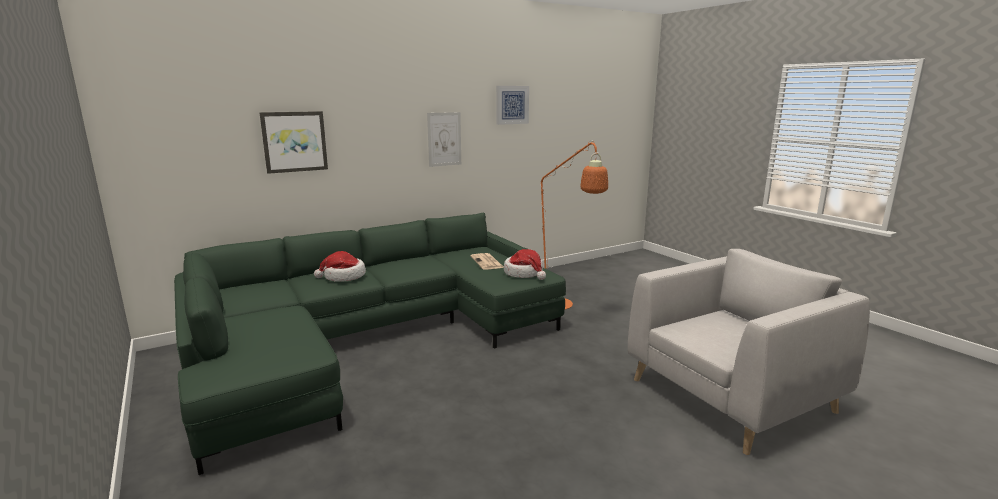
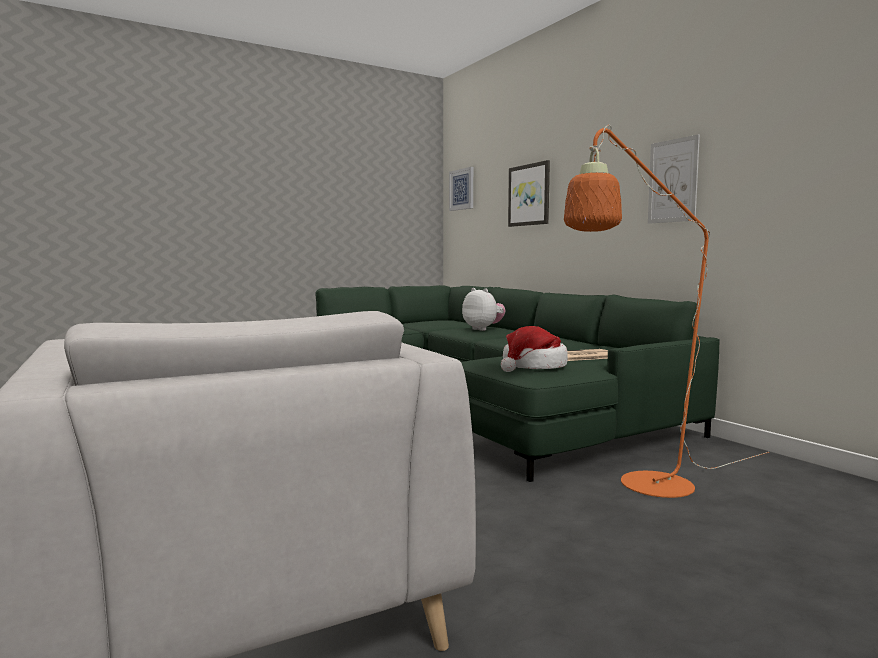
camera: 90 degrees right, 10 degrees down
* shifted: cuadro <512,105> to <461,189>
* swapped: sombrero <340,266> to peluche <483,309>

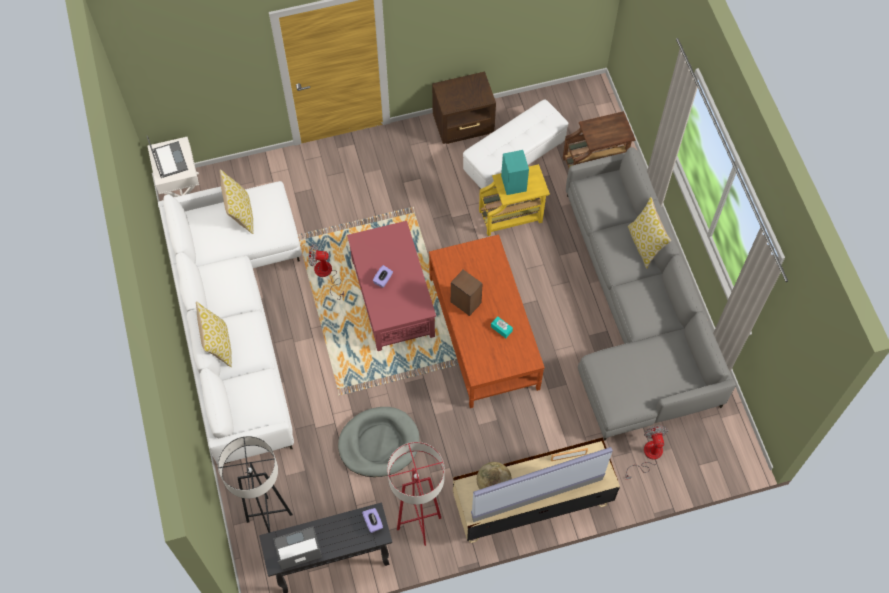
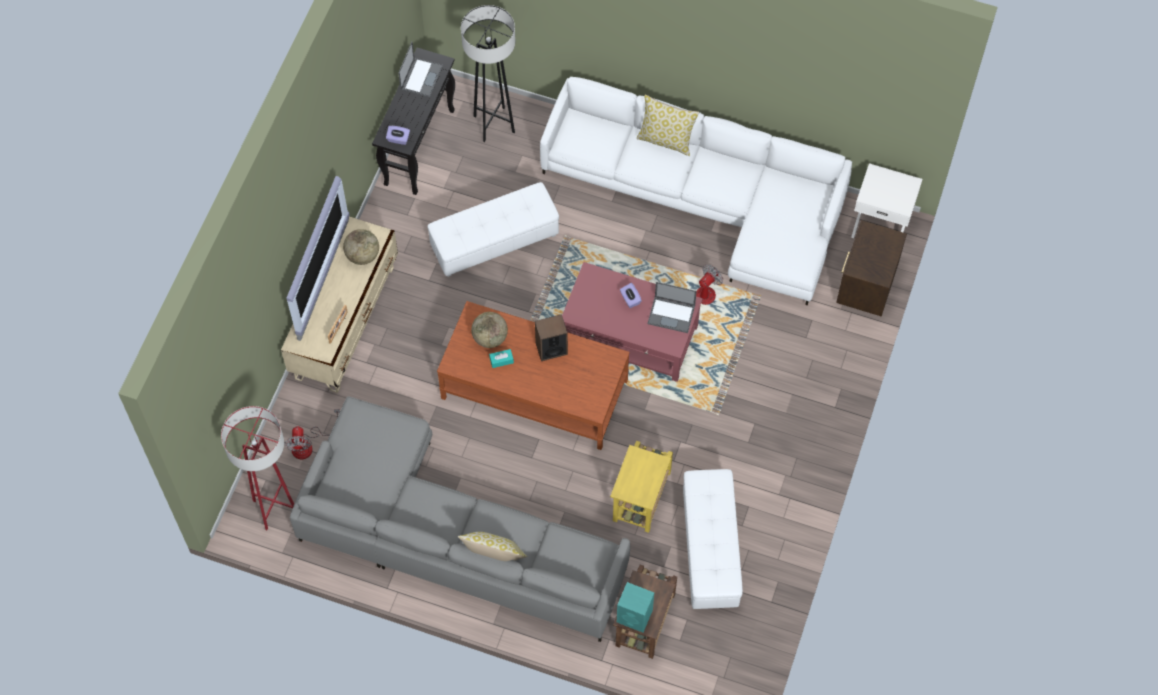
camera: 125 degrees right, 0 degrees up
* gone: cojín <237,201>
* new: globo terráqueo <489,330>
* shifted: portátil <167,157> to <672,307>
* shifted: lámpara de pie/rojo <416,494> to <257,468>
* shifted: mesita de noche/marrón <464,108> to <871,268>
* shifted: altavoz/turquesa <515,172> to <635,607>
* swapped: cama para perro/gris <379,442> to puf/blanco <493,229>
* rotated: ventilador <647,452> = <312,434> 60 degrees clockwise

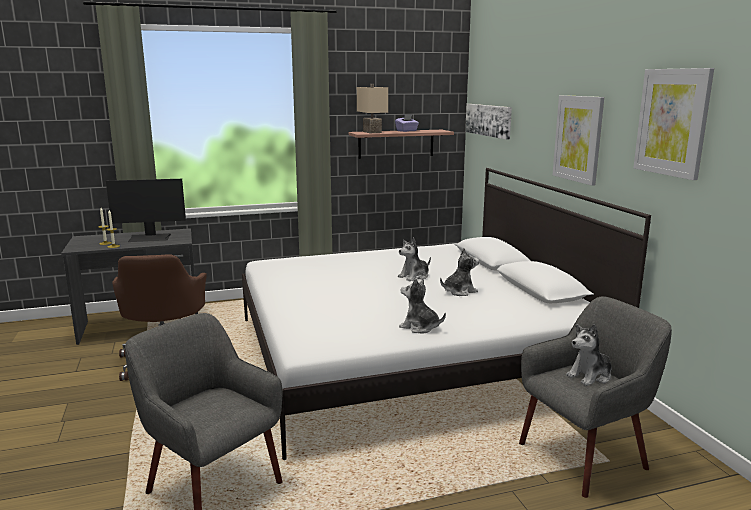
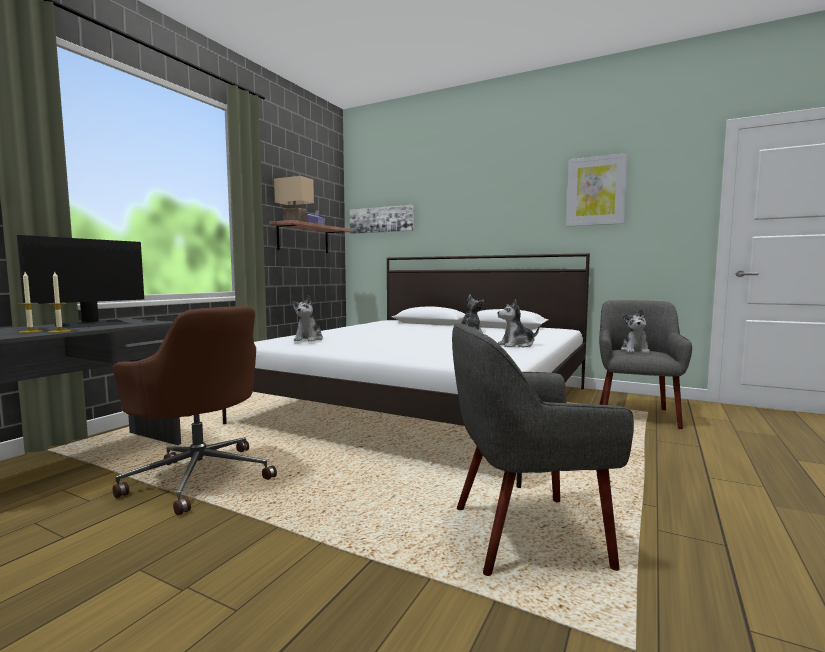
camera: 45 degrees left, 10 degrees down
* gone: cuadro <578,140>
* shifted: peluche <414,259> to <307,318>

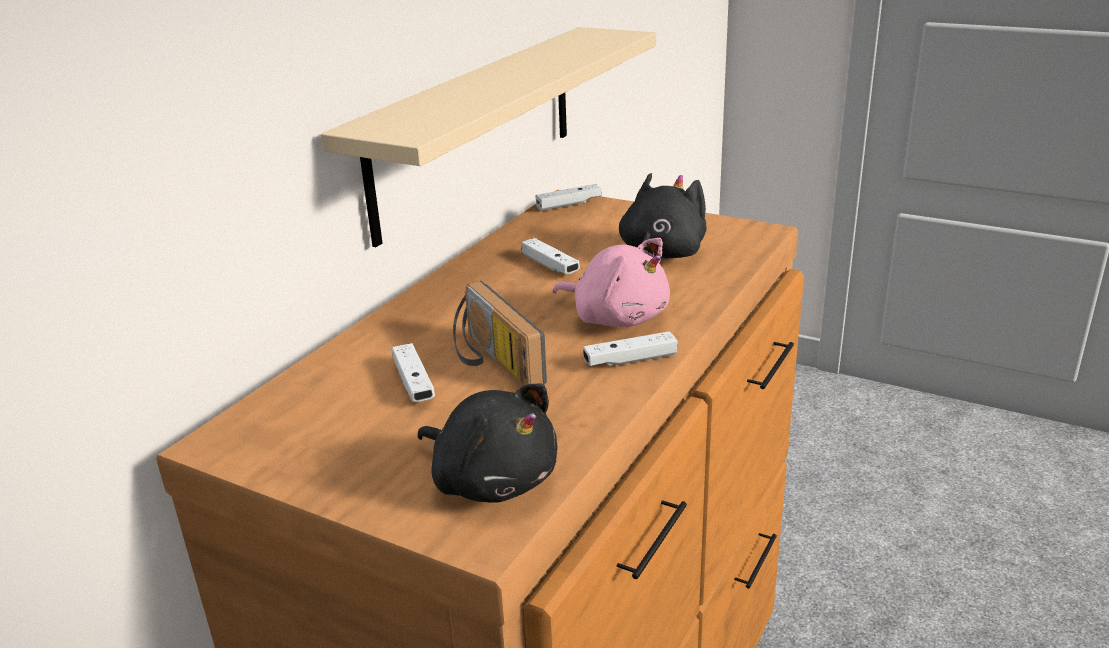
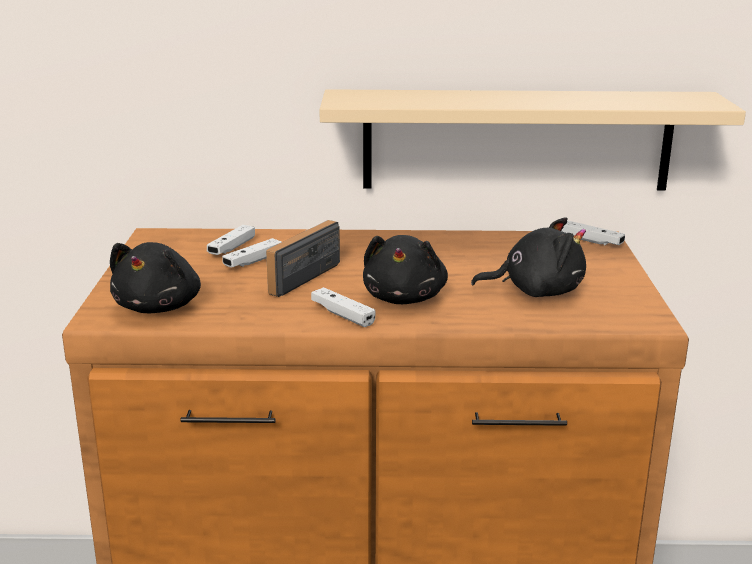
camera: 60 degrees right, 5 degrees down
* shifted: mando de consola/blanco <550,256> to <231,240>
* repainted: peluche/rosa <611,282> to peluche/negro <405,269>

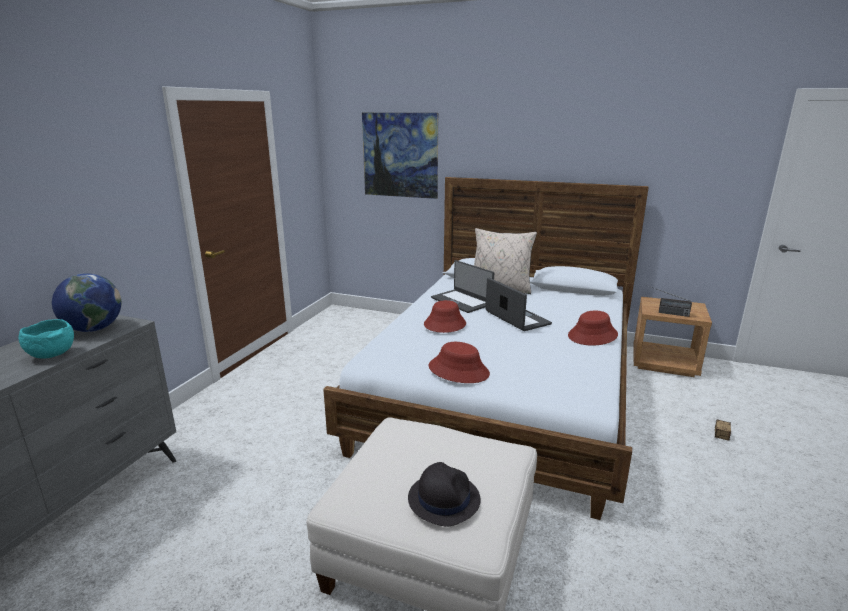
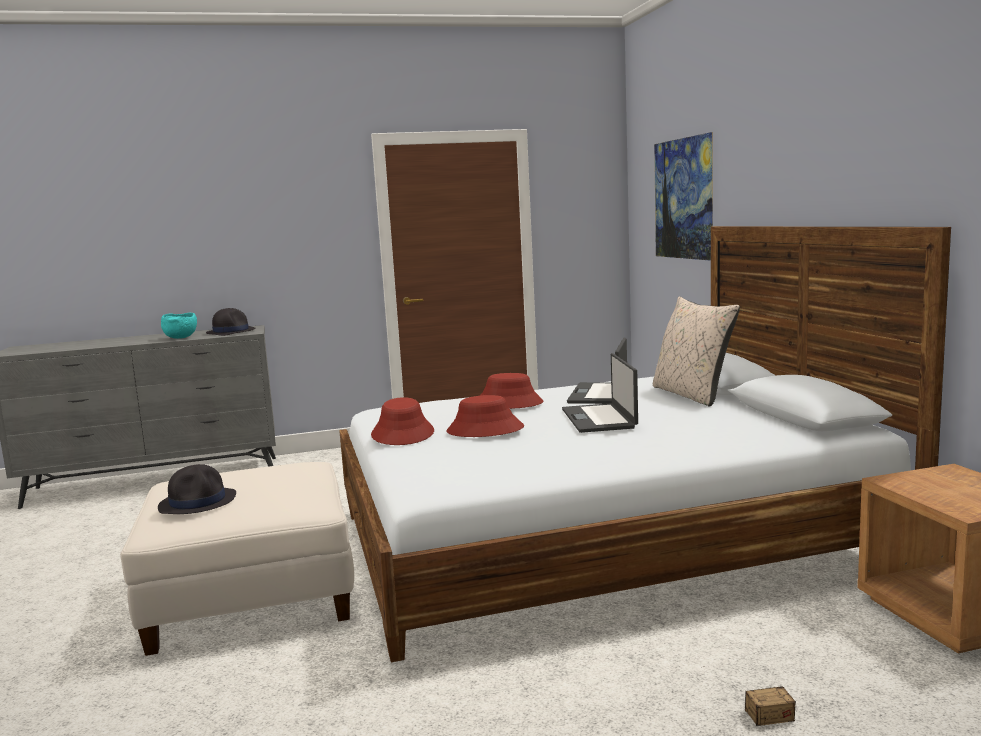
camera: 55 degrees right, 10 degrees down
* gone: radio <669,301>
* shifted: sombrero/rojo <593,328> to <485,416>
* swapped: globo terráqueo <86,302> to sombrero/negro <231,322>
* rotated: portátil <518,304> = <600,393> 150 degrees clockwise

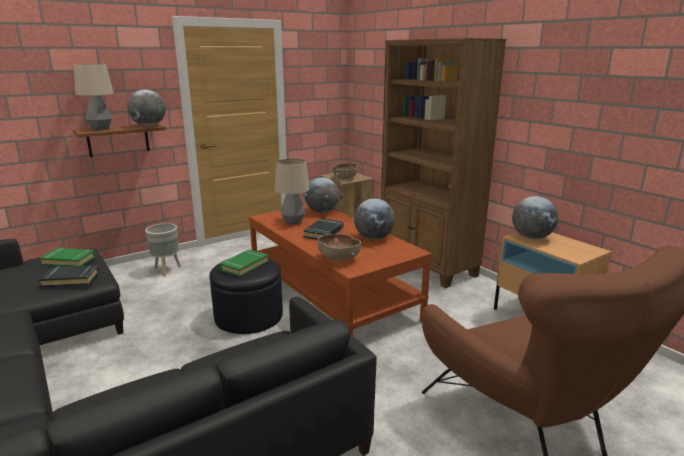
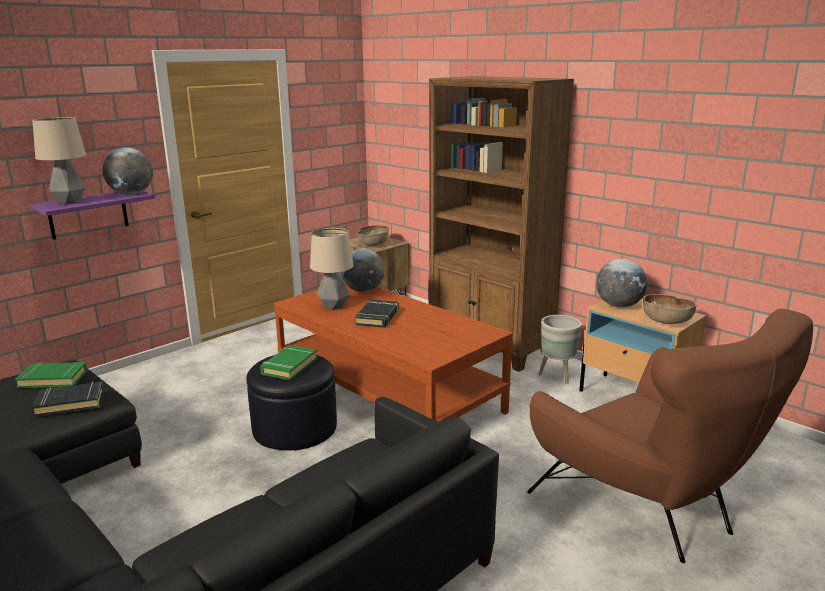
camera: 10 degrees left, 0 degrees up
* gone: globo terráqueo <374,219>
* shifted: maceta/gris <163,249> to <560,349>
* shifted: cuenco/marrón <339,247> to <670,309>
* repainted: estante/marrón <119,140> to estante/morado <92,215>

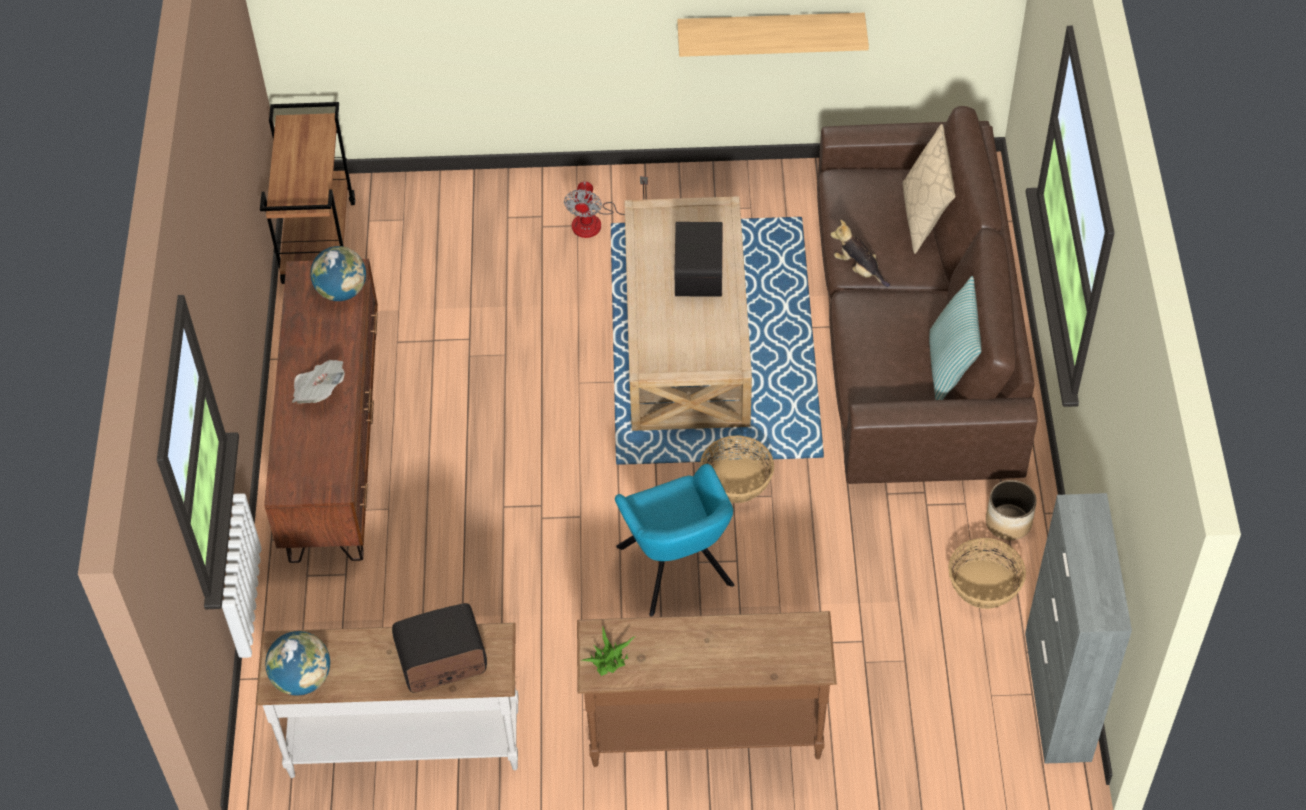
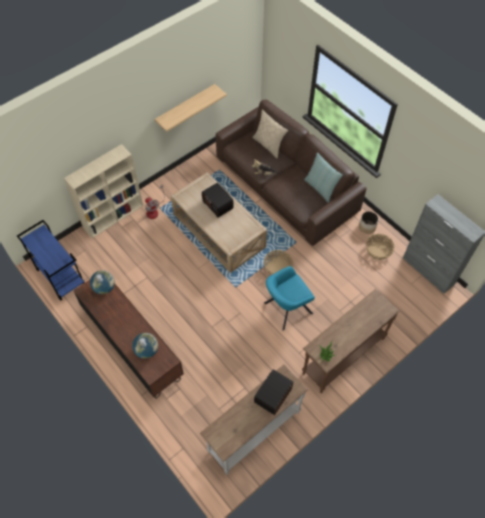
camera: 40 degrees left, 5 degrees up
* gone: periódico <318,382>
* new: estantería/beis <103,191>
* shifted: globo terráqueo <297,663> to <145,346>
* repainted: carrito/marrón <307,193> to carrito/azul <51,260>
* rotated: sillón/turquesa <674,540> = <289,298> 120 degrees clockwise

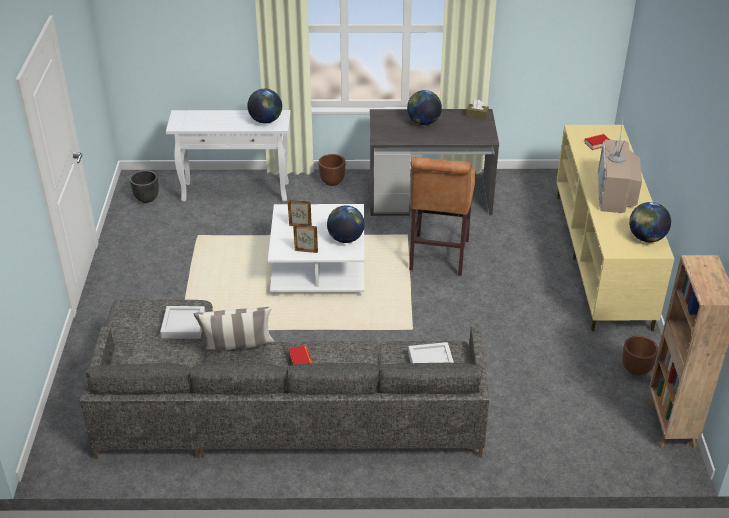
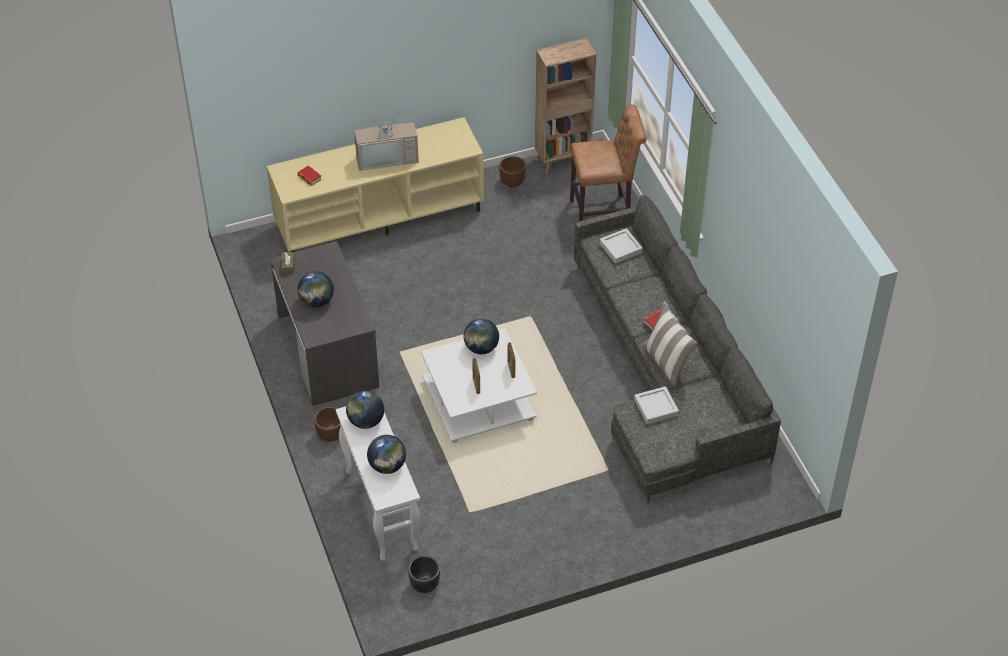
camera: 110 degrees left, 10 degrees up
* shifted: taburete/marrón <442,216> to <608,163>
* shifted: globo terráqueo <650,222> to <386,454>

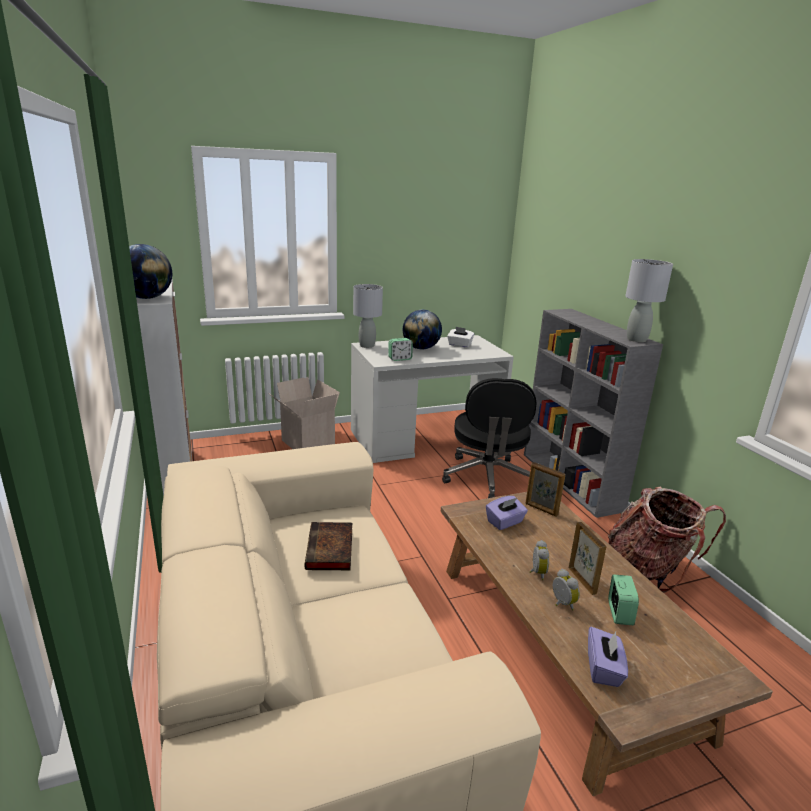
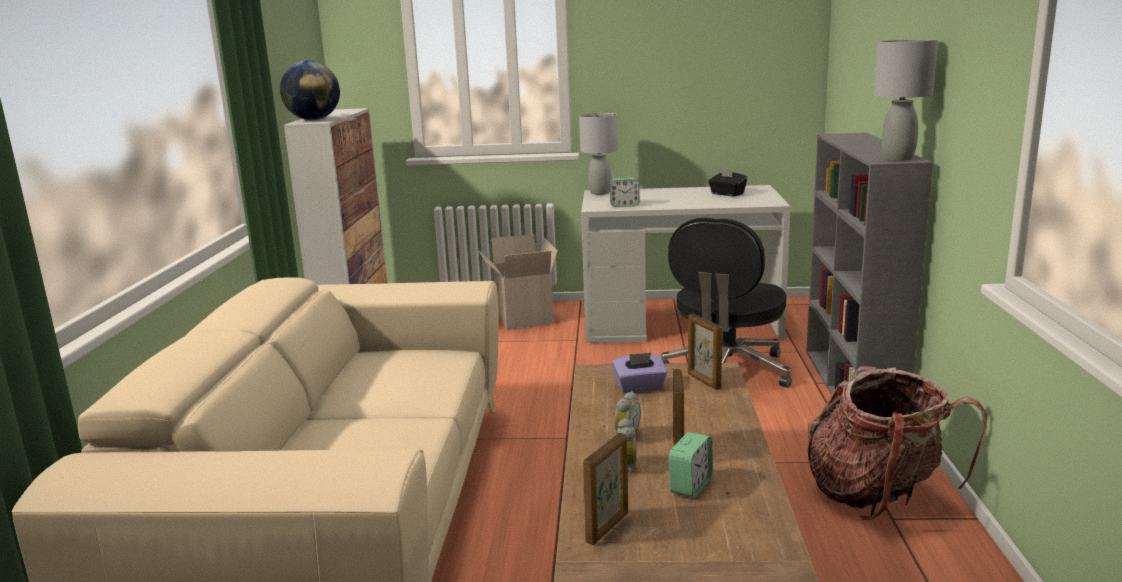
camera: 25 degrees right, 5 degrees down
* gone: libro <328,546>
* gone: globo terráqueo <422,329>
* swapped: caja de pañuelos/morado <608,657> to portarretratos <605,489>
* repainted: caja de pañuelos/blanco <460,337> to caja de pañuelos/negro <727,182>

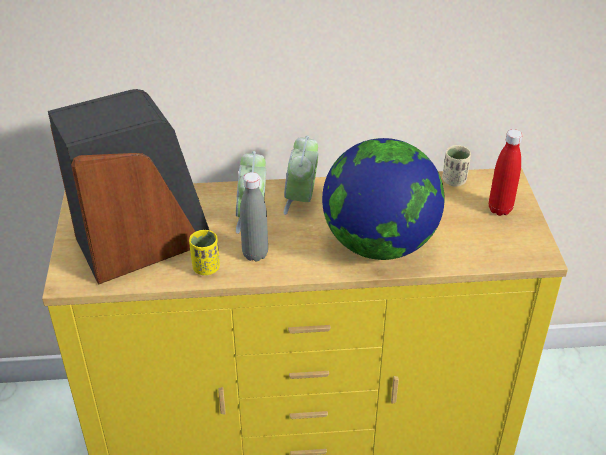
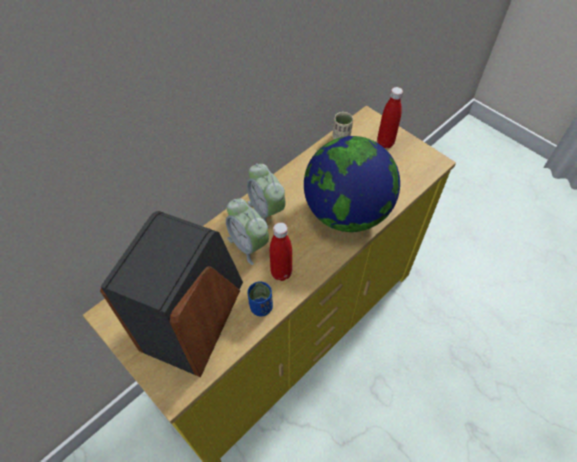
camera: 40 degrees left, 15 degrees up
* repainted: taza/amarillo <204,252> to taza/azul <260,299>
* repainted: botella/gris <254,216> to botella/rojo <281,251>

